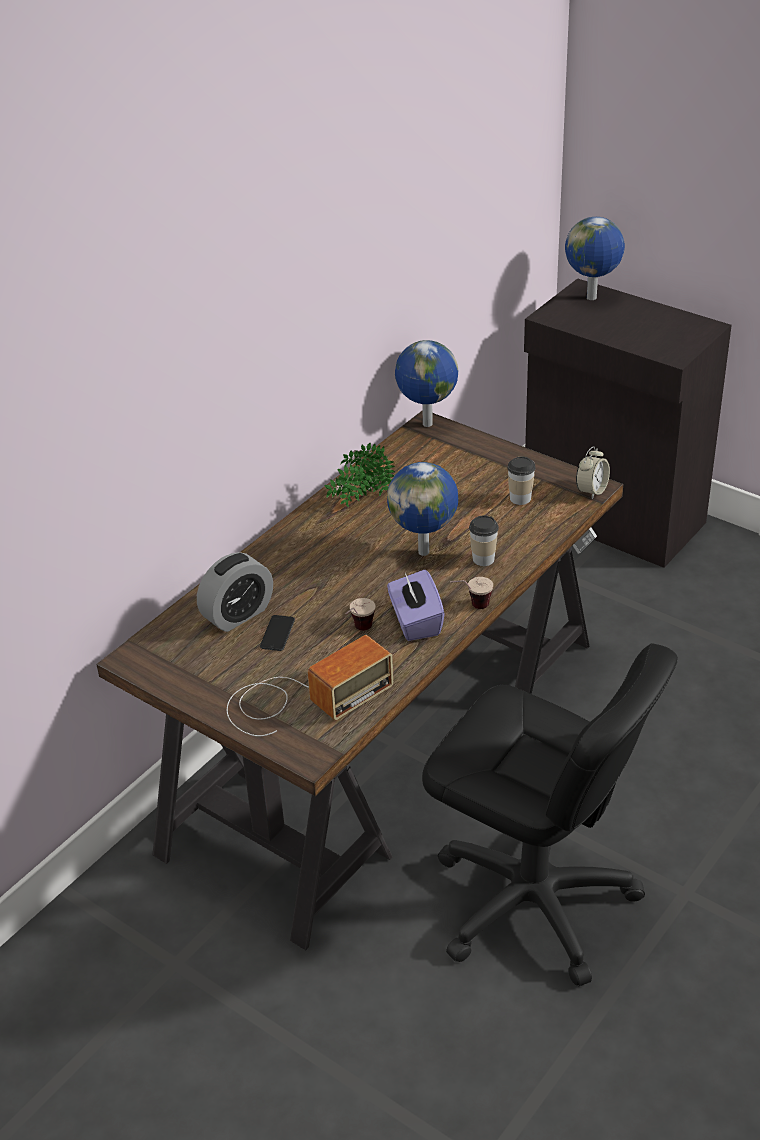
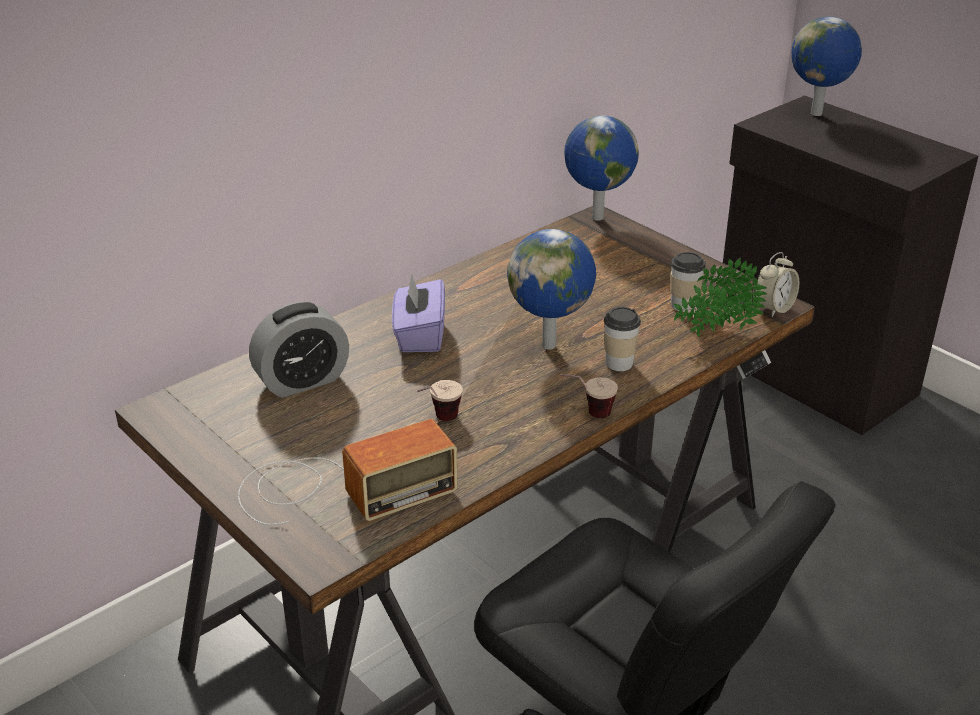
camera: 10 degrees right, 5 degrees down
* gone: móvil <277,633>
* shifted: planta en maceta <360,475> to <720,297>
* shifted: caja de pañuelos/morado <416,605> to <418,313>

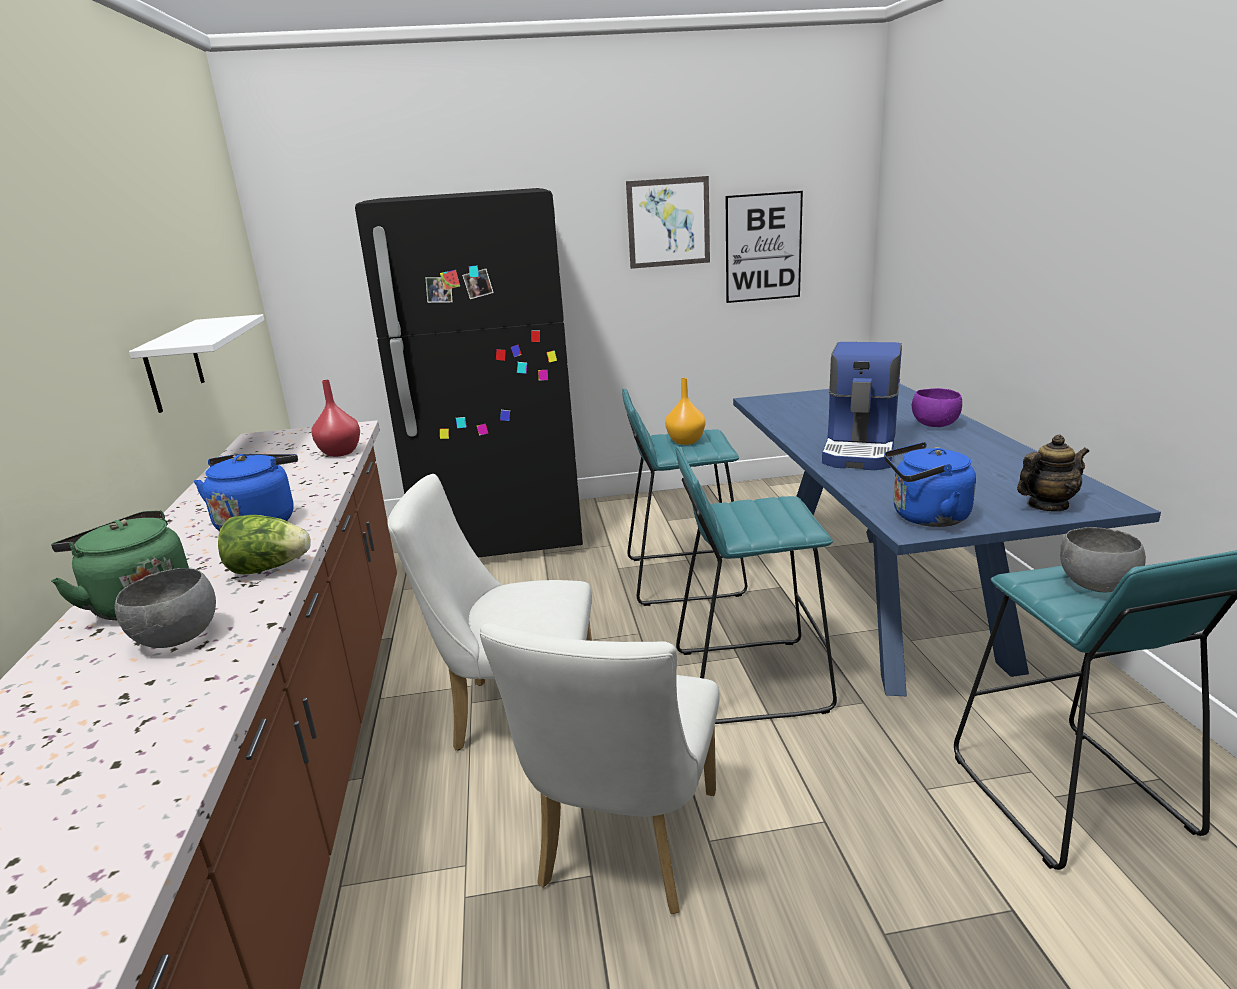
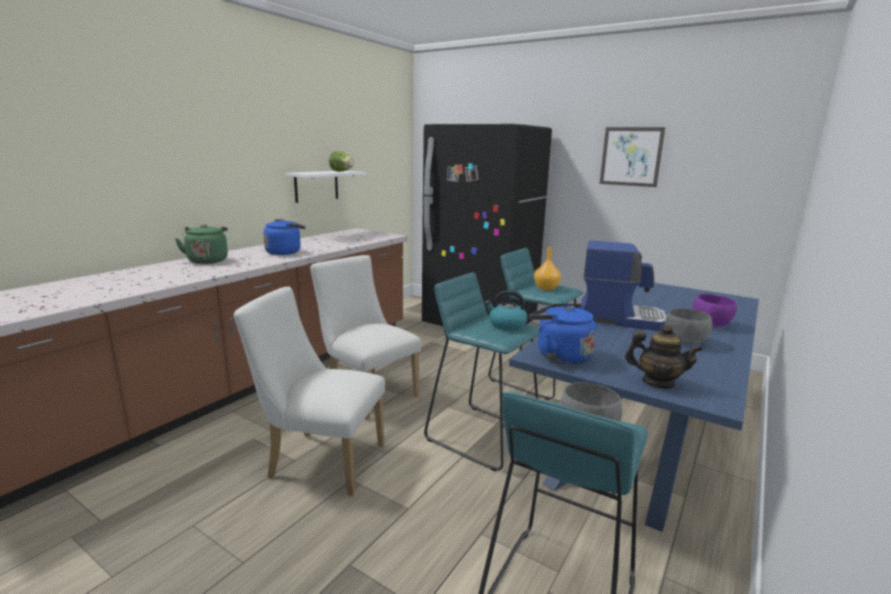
camera: 40 degrees right, 5 degrees down
* gone: florero/rojo <336,418>
* gone: cuadro <764,247>
* new: hervidor <506,310>
* shifted: cuenco/gris <165,608> to <688,326>
* shifted: lechuga <264,545> to <341,161>
* rotated: silla/blanco <600,768> = <309,391> 45 degrees clockwise
* rotated: cafetera <862,406> = <624,285> 135 degrees counterclockwise

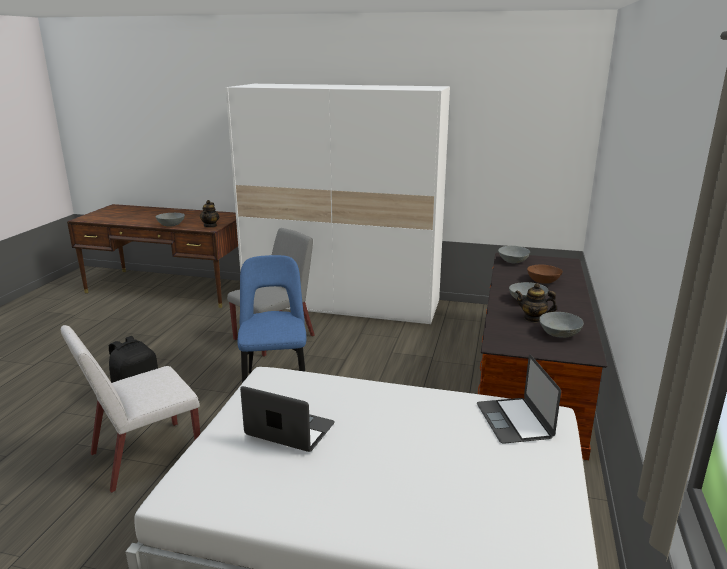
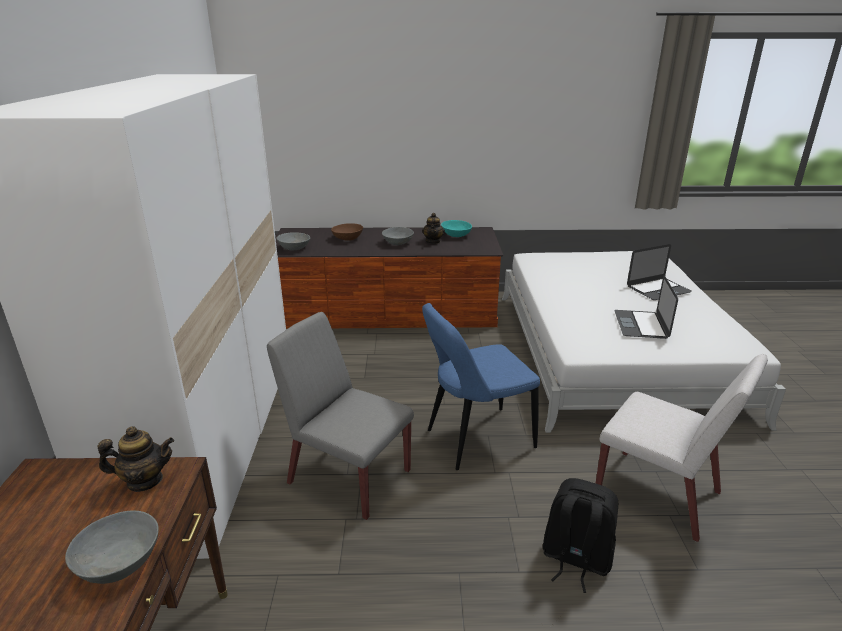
camera: 105 degrees left, 5 degrees up
* shifted: portátil <519,399> to <659,272>
* repainted: cuenco/gris <561,325> to cuenco/turquesa <456,228>

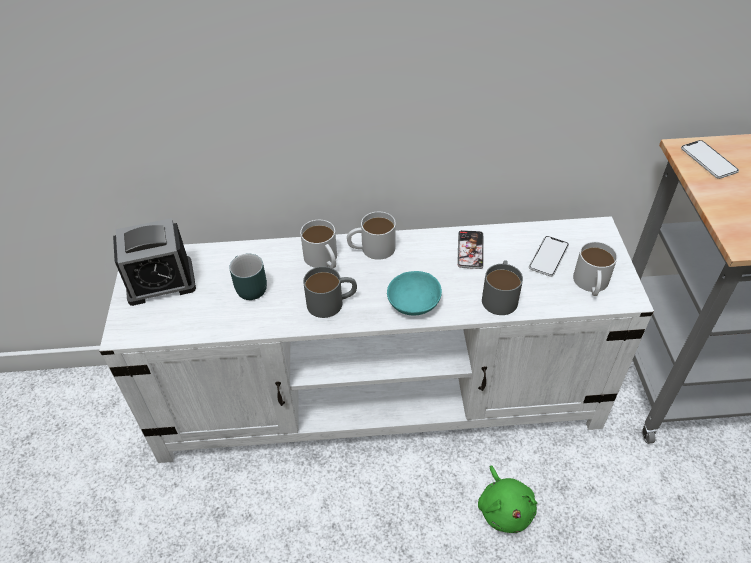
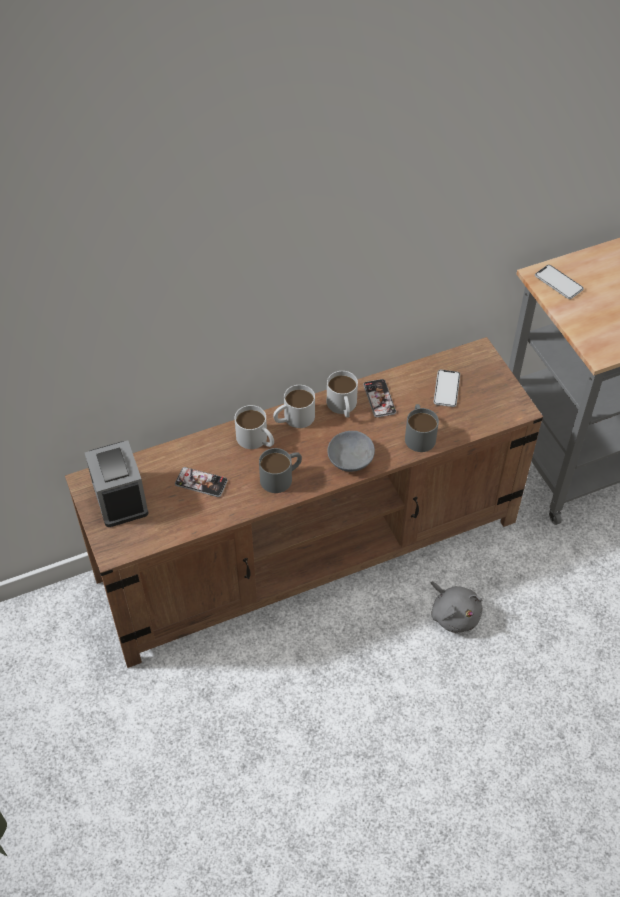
camera: 20 degrees left, 5 degrees up
* shifted: taza grande/blanco <595,269> to <342,394>
* swapped: taza grande/turquesa <248,277> to móvil <201,482>
* repainted: mueble de televisión/blanco <376,339> to mueble de televisión/marrón <304,502>
* repainted: cuenco/turquesa <414,293> to cuenco/gris <351,451>
* repainted: peluche/verde <507,499> to peluche/gris <457,607>
* rotated: despertador <154,262> = <116,484> 105 degrees clockwise

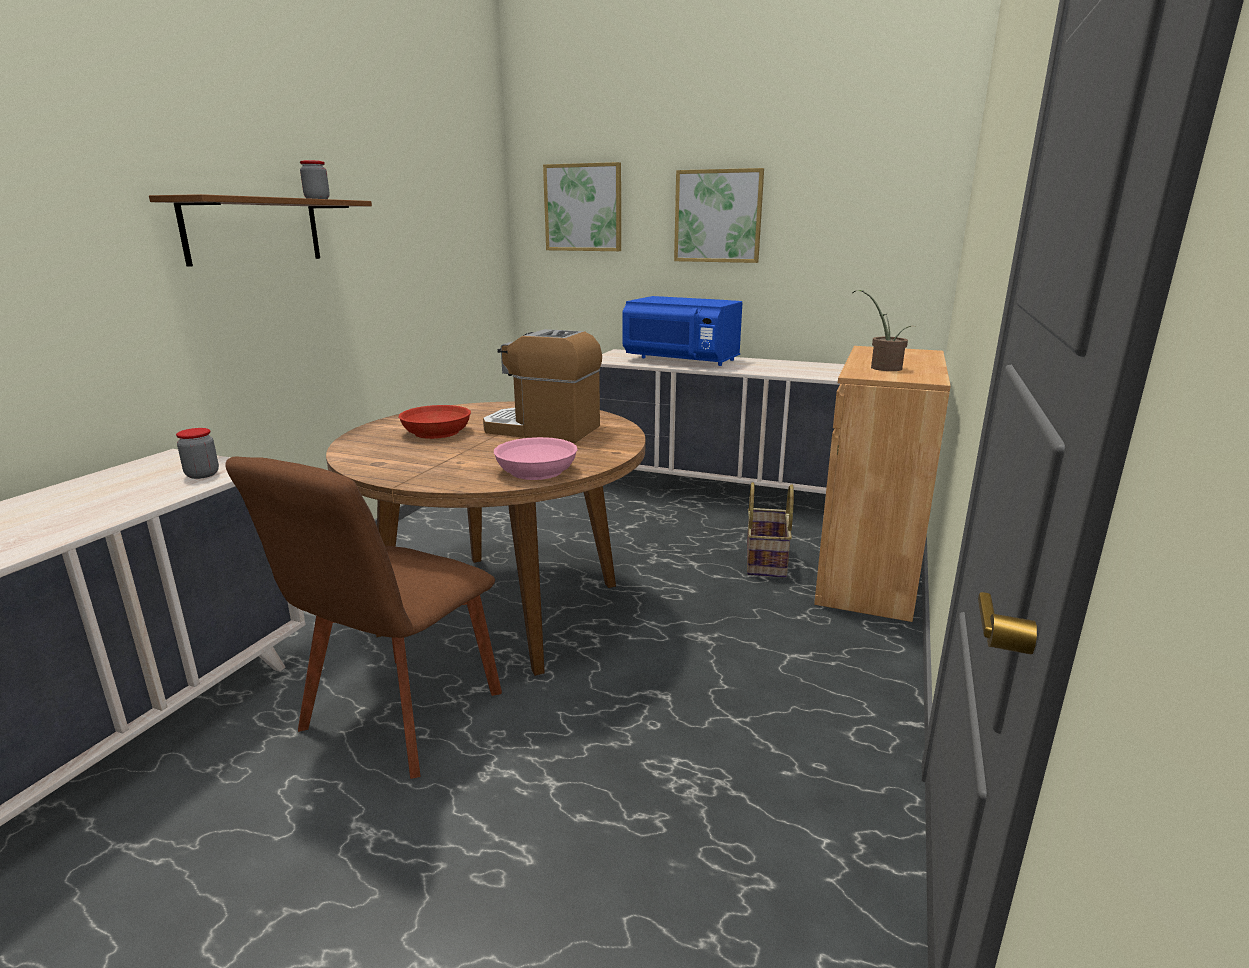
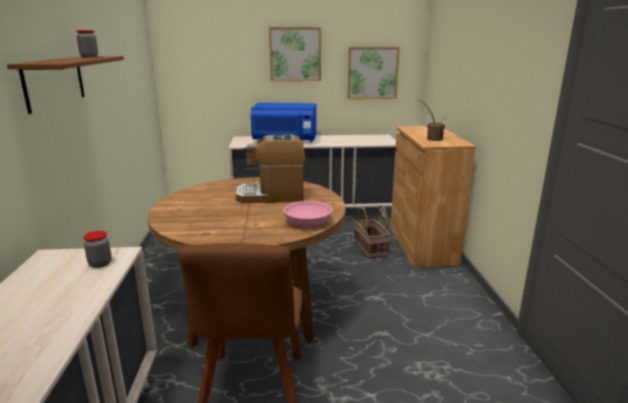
camera: 25 degrees left, 0 degrees up
* gone: cuenco/rojo <434,422>
* shifted: cuadro <582,206> to <373,73>

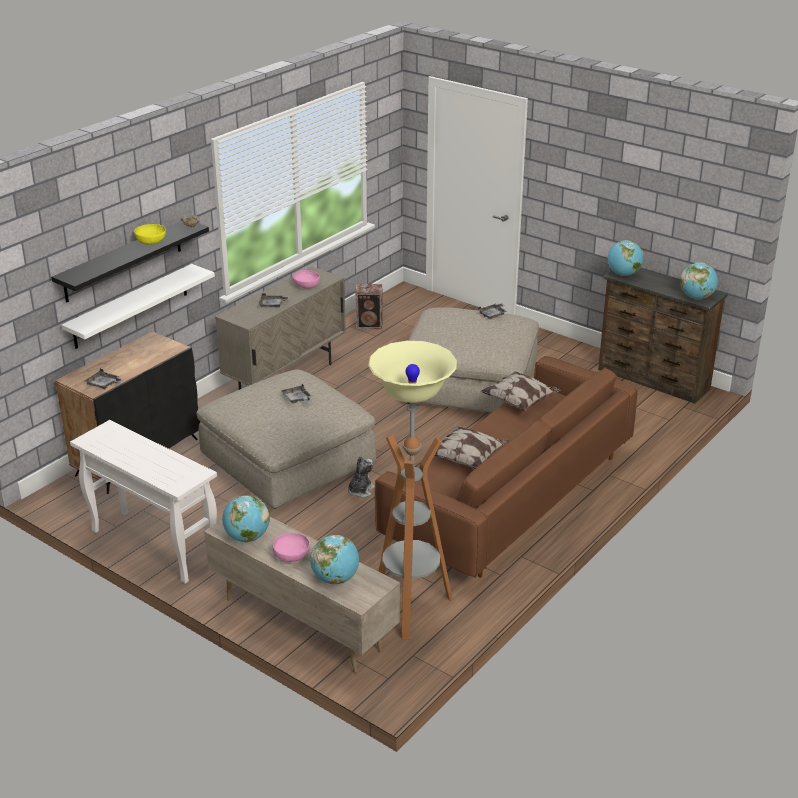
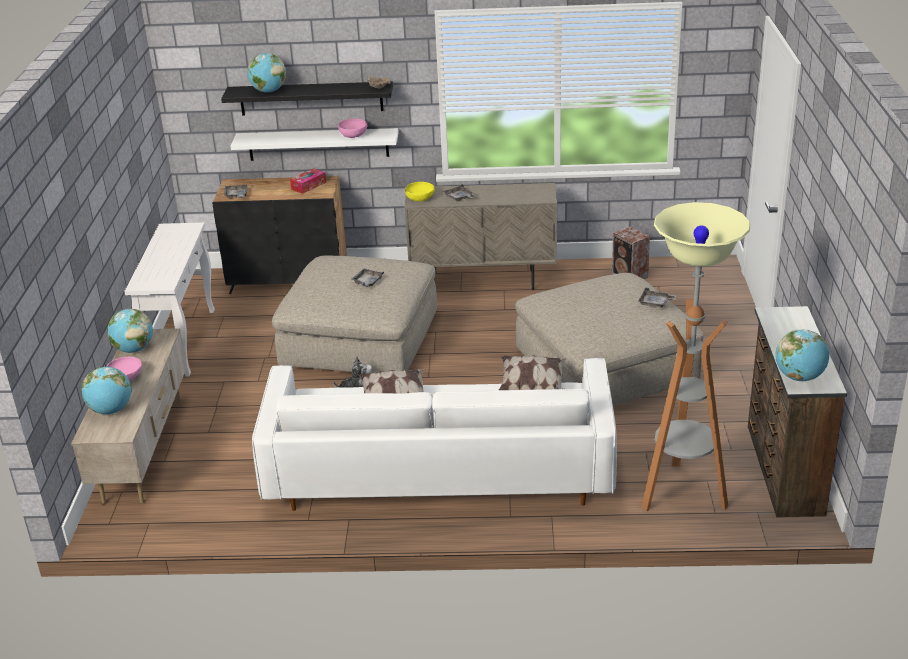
camera: 55 degrees right, 0 degrees up
* new: caja de pañuelos <308,181>
* shifted: cuenco/amarillo <150,234> to <420,191>
* shifted: cuenco/rosa <306,279> to <352,128>
* shifted: lámpara de pie <412,490> to <696,357>
* shifted: globo terráqueo <626,258> to <266,73>
* repainted: sofá/marrón <506,467> to sofá/blanco <434,434>

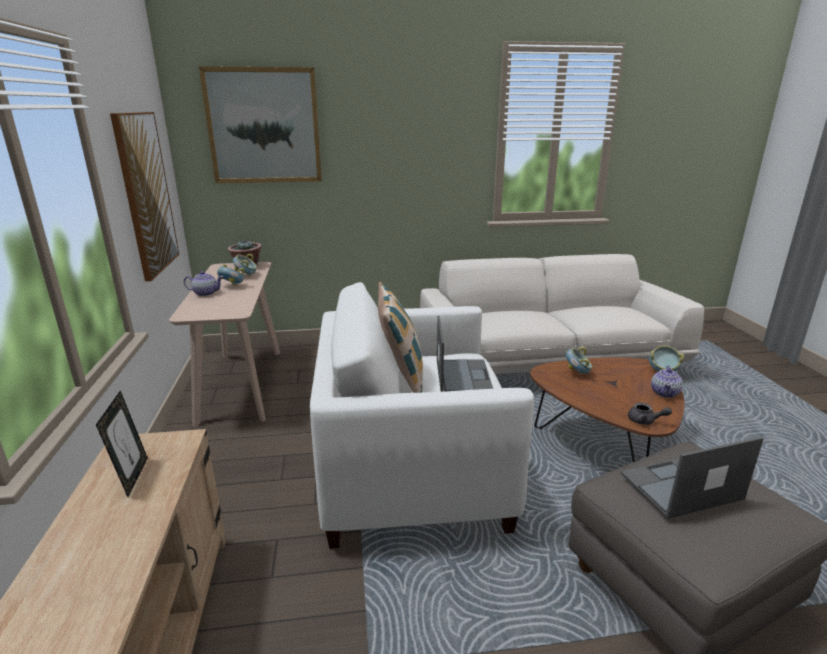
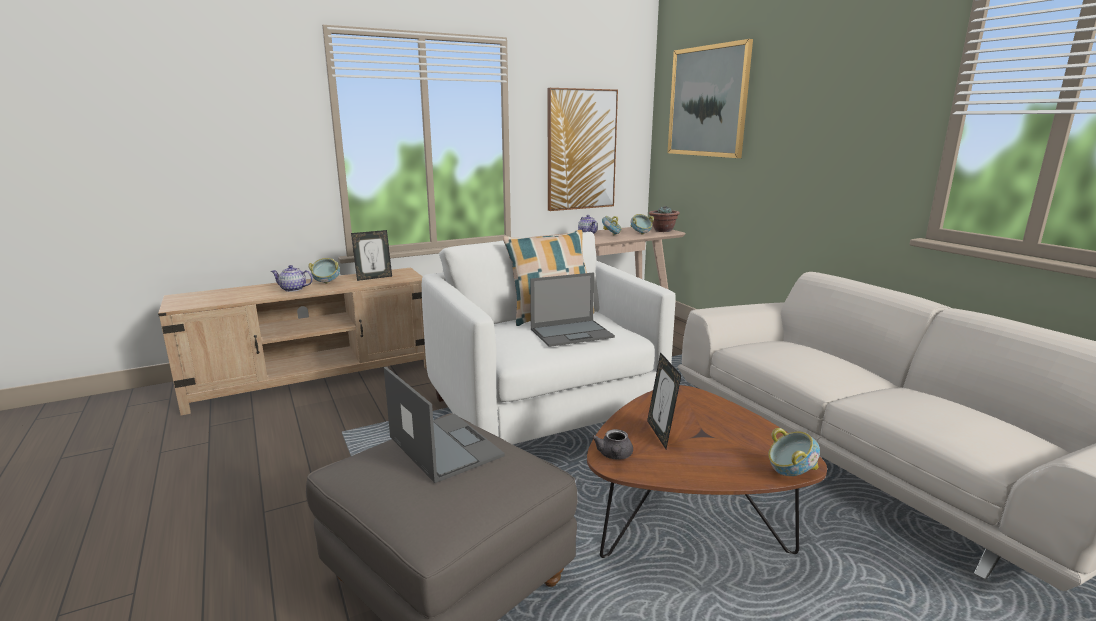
camera: 70 degrees right, 5 degrees down
* new: portarretratos <664,400>
* shifted: cuenco <579,360> to <324,271>
* shifted: tetera <667,382> to <292,278>

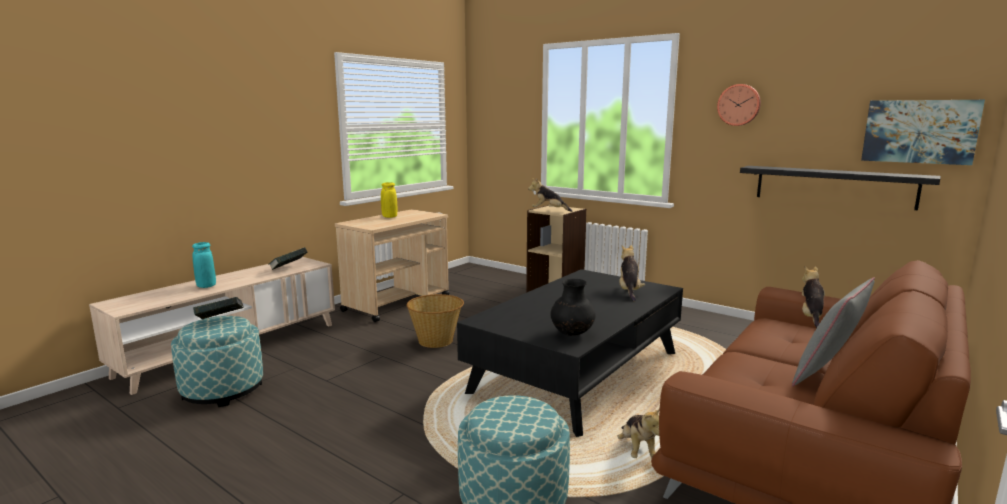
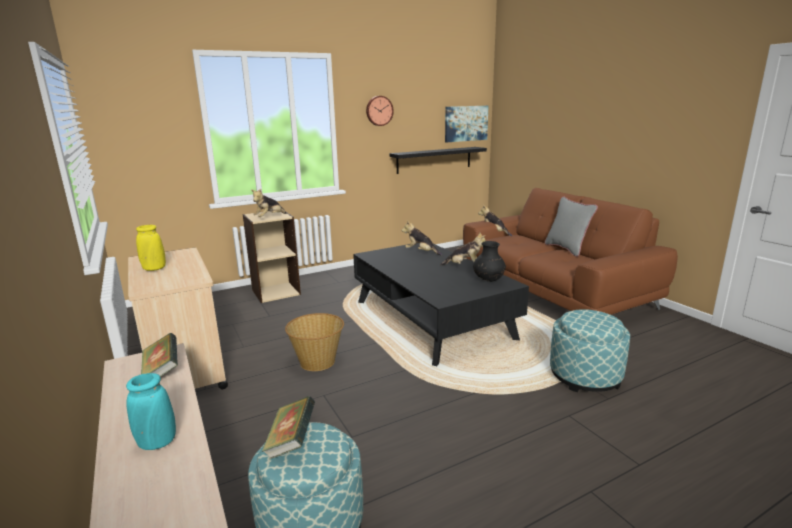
camera: 65 degrees left, 5 degrees up
* shifted: peluche <639,433> to <463,249>

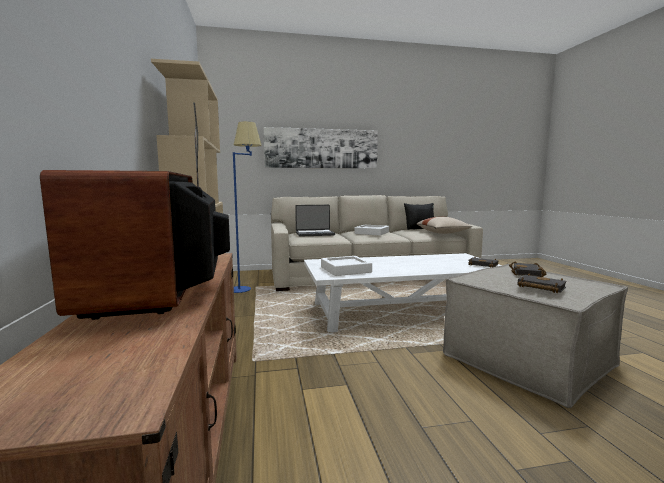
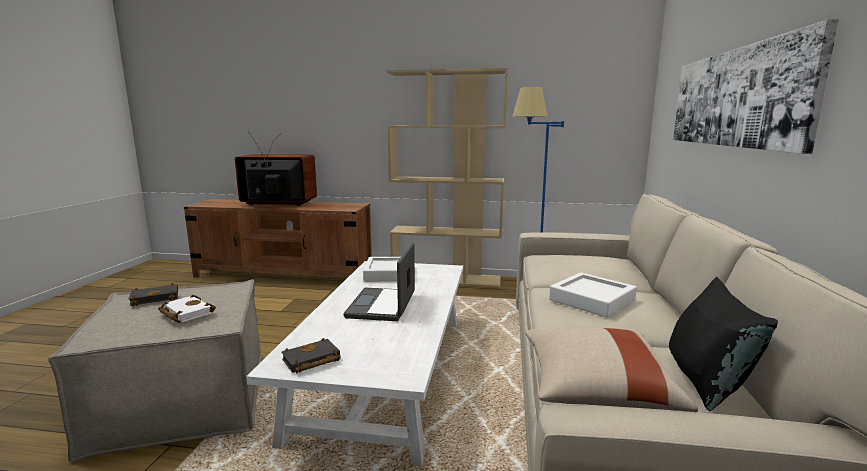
camera: 110 degrees right, 5 degrees up
* shifted: portátil <315,221> to <379,282>
* repainted: libro/negro <527,269> to libro/blanco <187,309>

